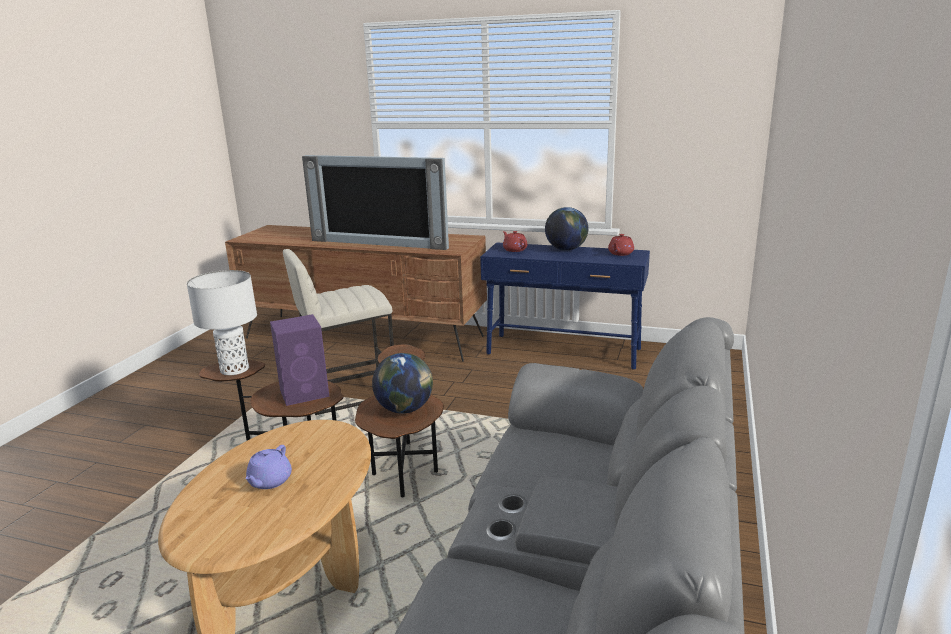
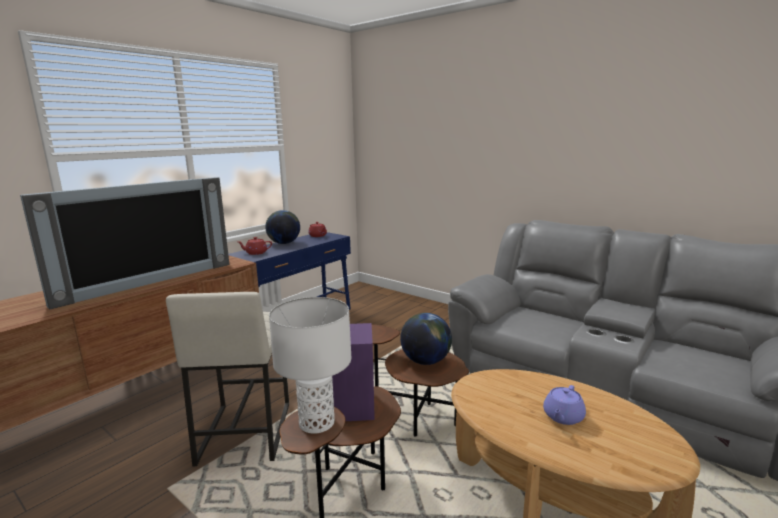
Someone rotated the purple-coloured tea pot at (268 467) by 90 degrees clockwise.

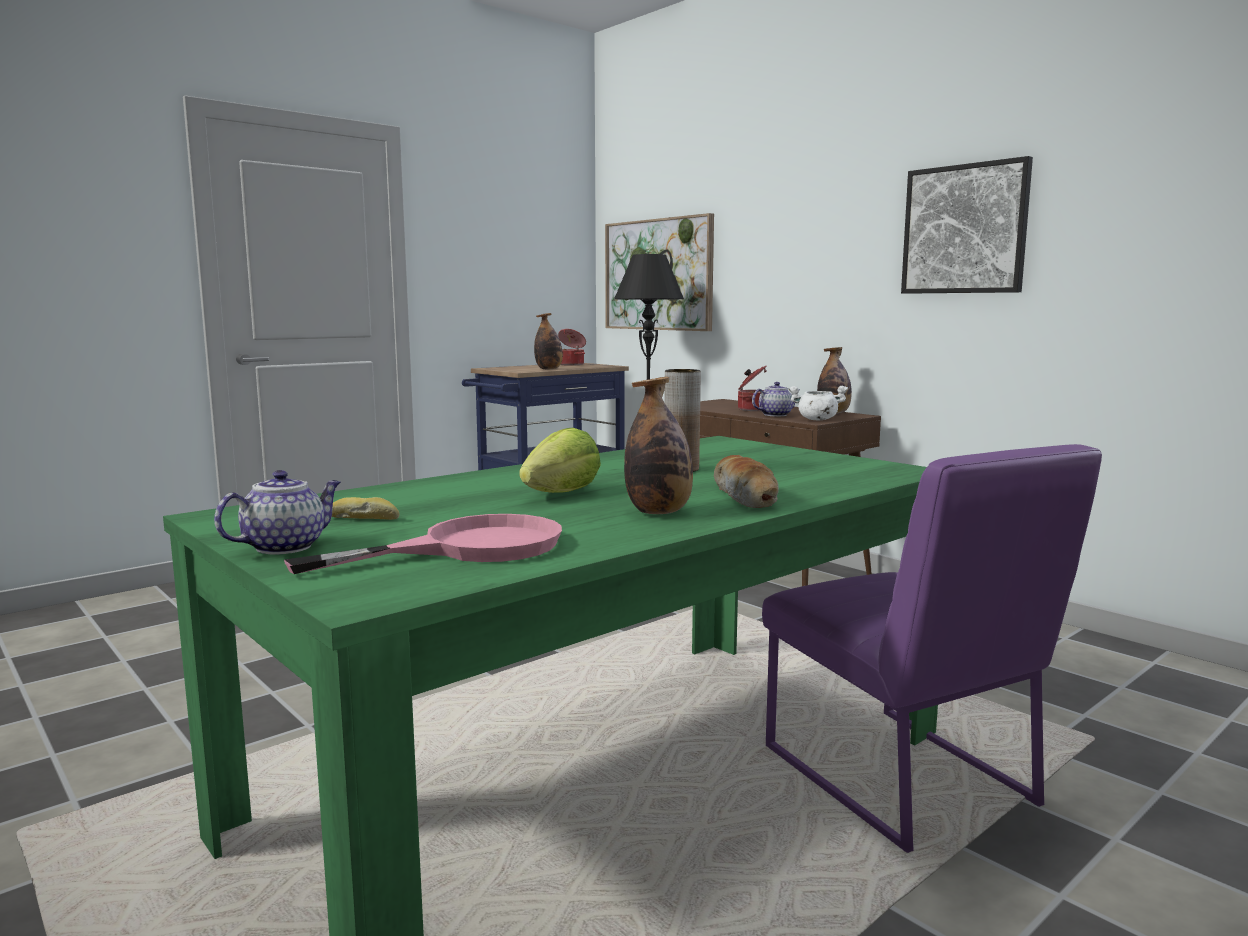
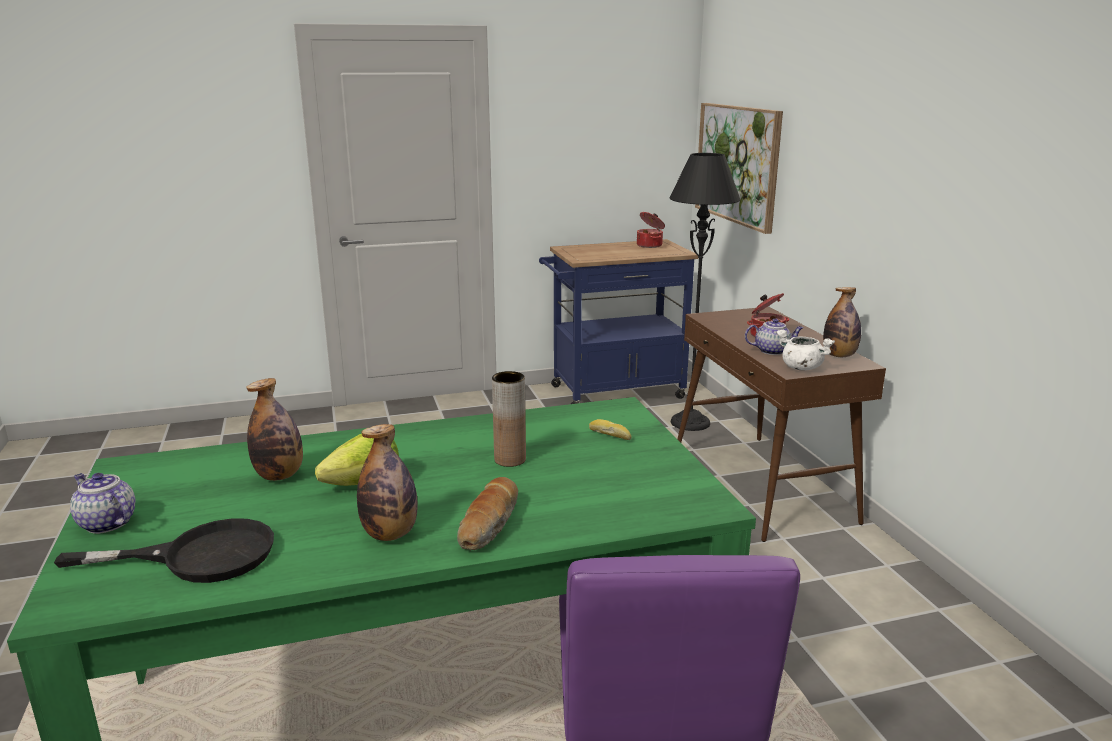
Someone repainted the pinkish pan at (423 544), which became the blackish pan at (164 550).
Someone rotated the tea pot at (277 512) by 120 degrees counterclockwise.
Someone carried the drink bottle from (548 341) to (274 429).
Someone carried the bread from (366 508) to (610 429).
Someone took away the picture at (967 225).

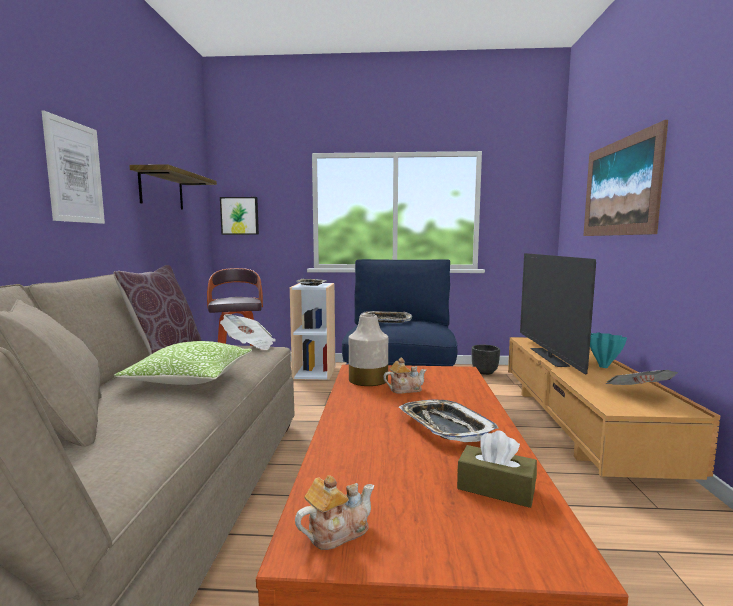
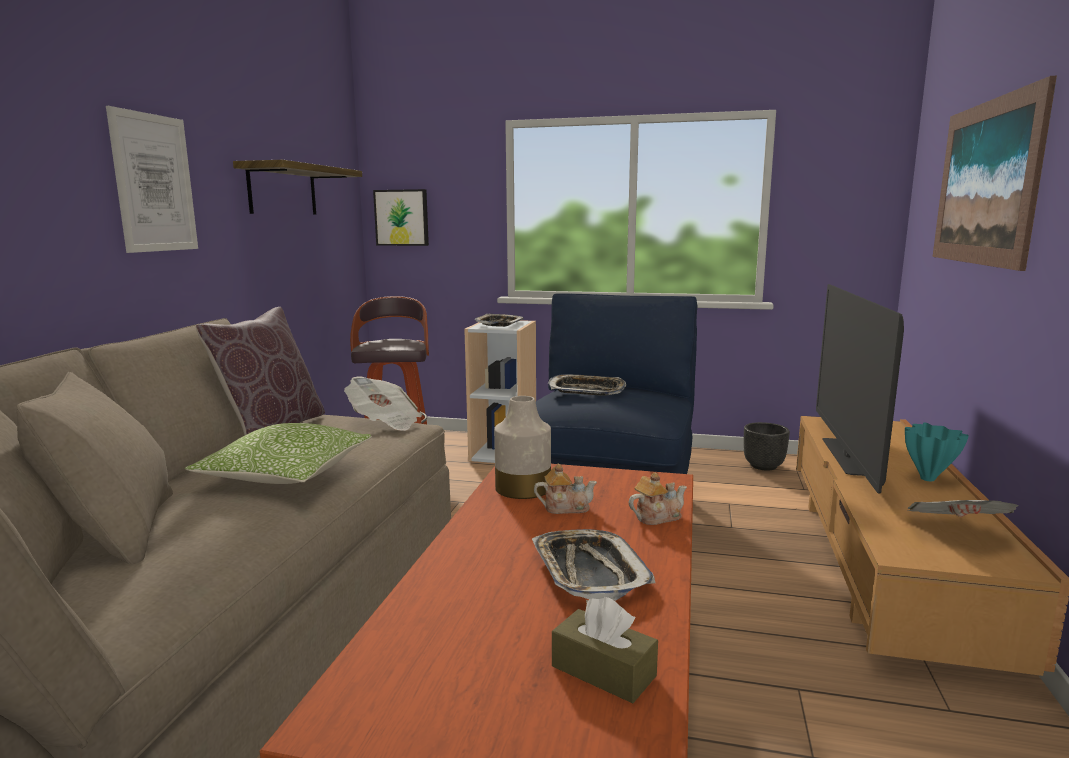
Someone carried the tea pot from (334 512) to (658 498).

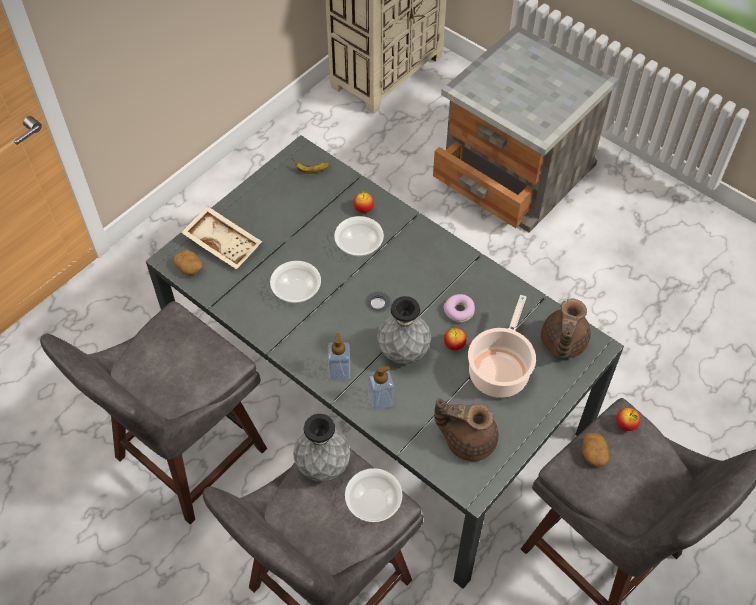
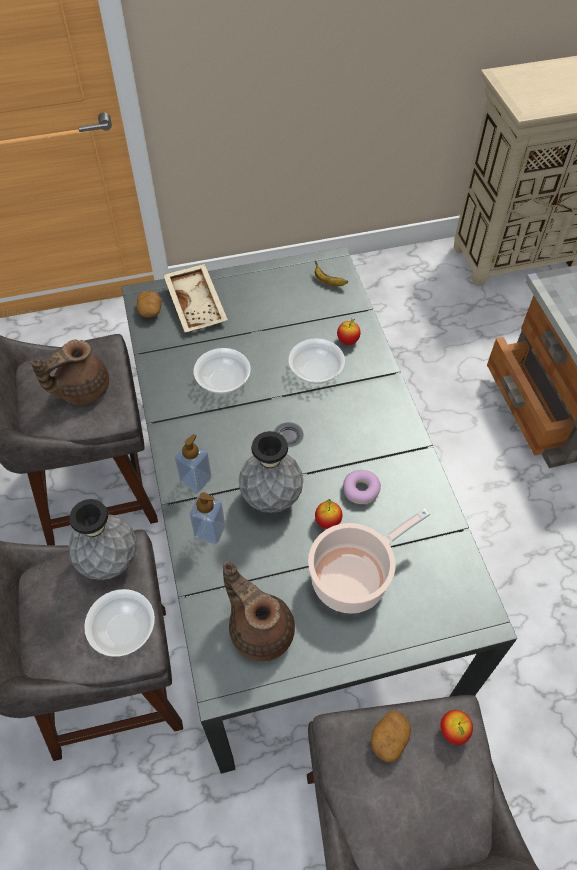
Someone carried the brown-coloured tea pot from (566 328) to (69 372).

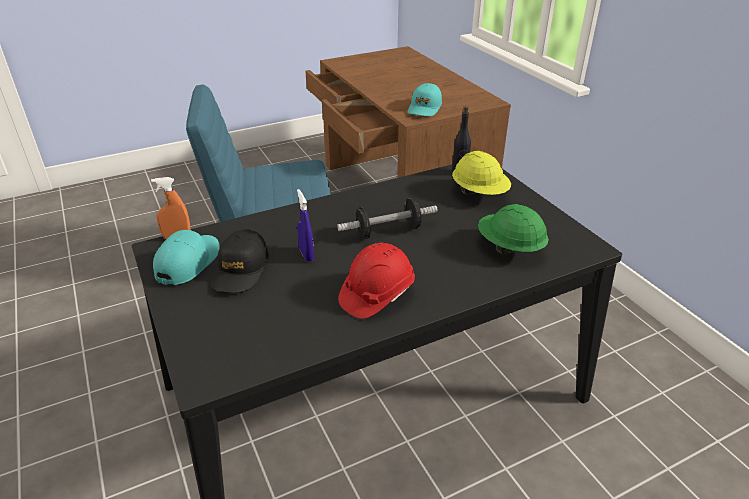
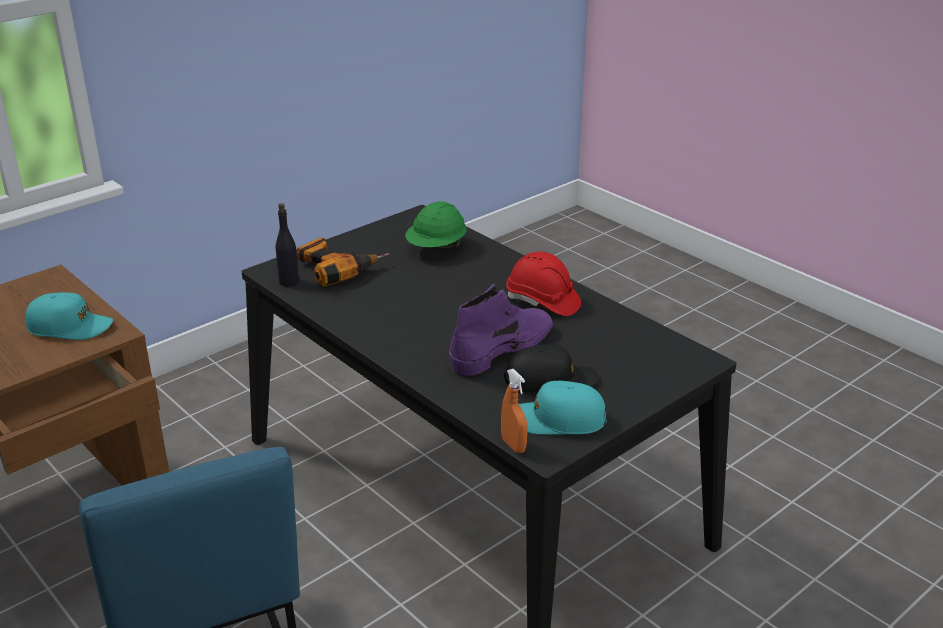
Someone swapped the yellowish safety helmet at (481 173) for the power drill at (343 262).
Someone swapped the blue-coloured hand sprayer at (305 225) for the purple-coloured boot at (501 330).
Someone took away the hand weight at (387 218).

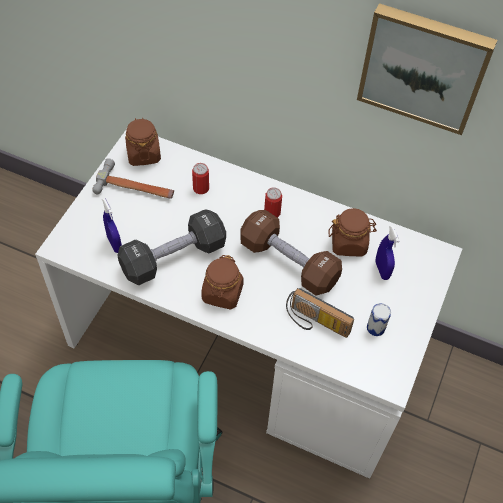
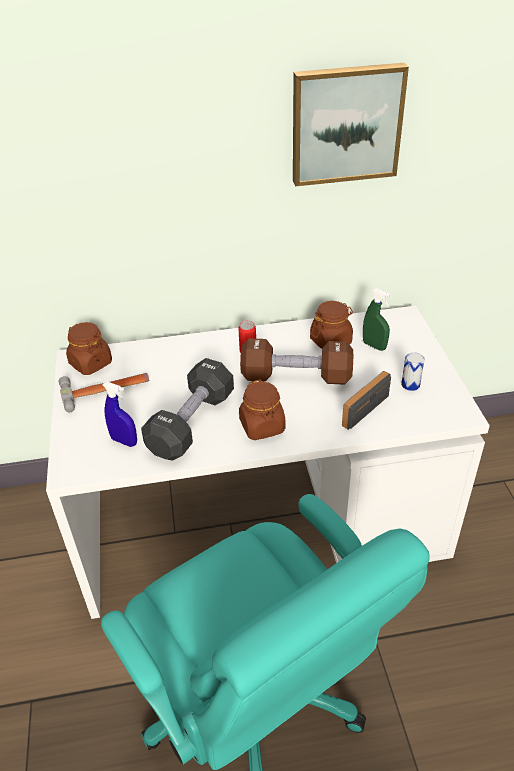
Someone rotated the radio set at (320 313) by 135 degrees clockwise.
Someone repainted the blue-coloured hand sprayer at (387 252), which became the green-coloured hand sprayer at (377 319).
Someone took away the can at (200 178).

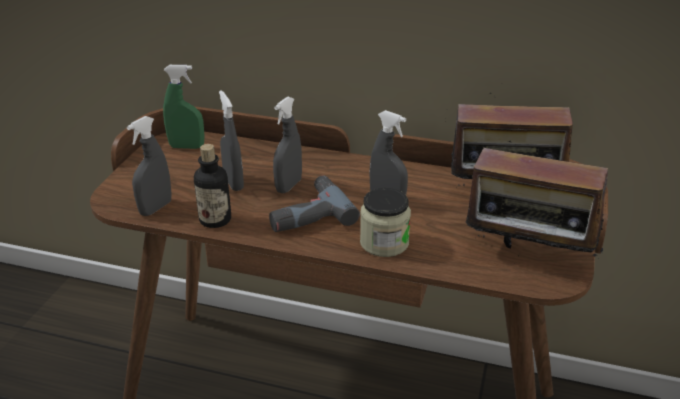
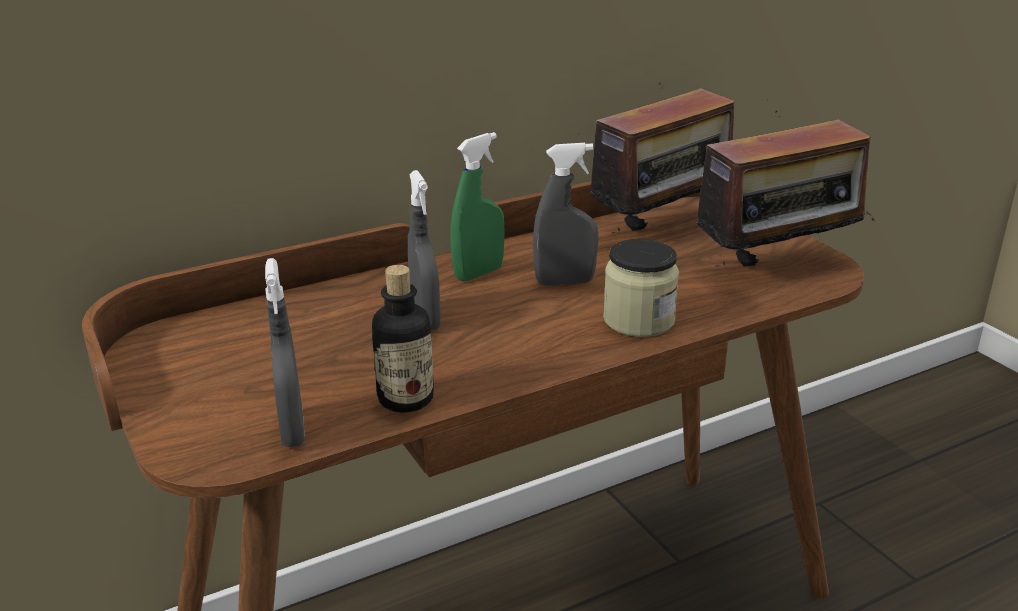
Someone carried the green-coloured hand sprayer from (183 107) to (477 206).
Someone took away the grey hand sprayer at (231 140).
Someone took away the power drill at (314 204).

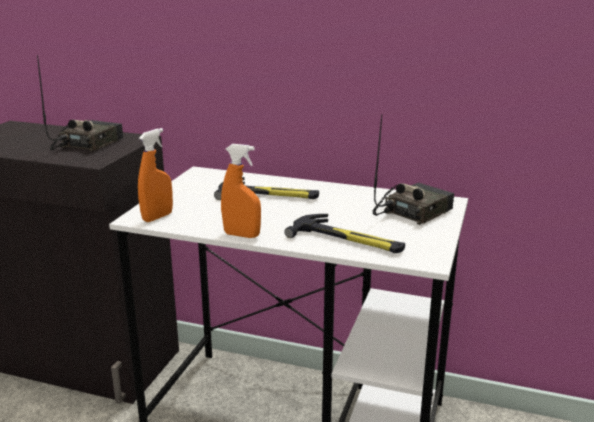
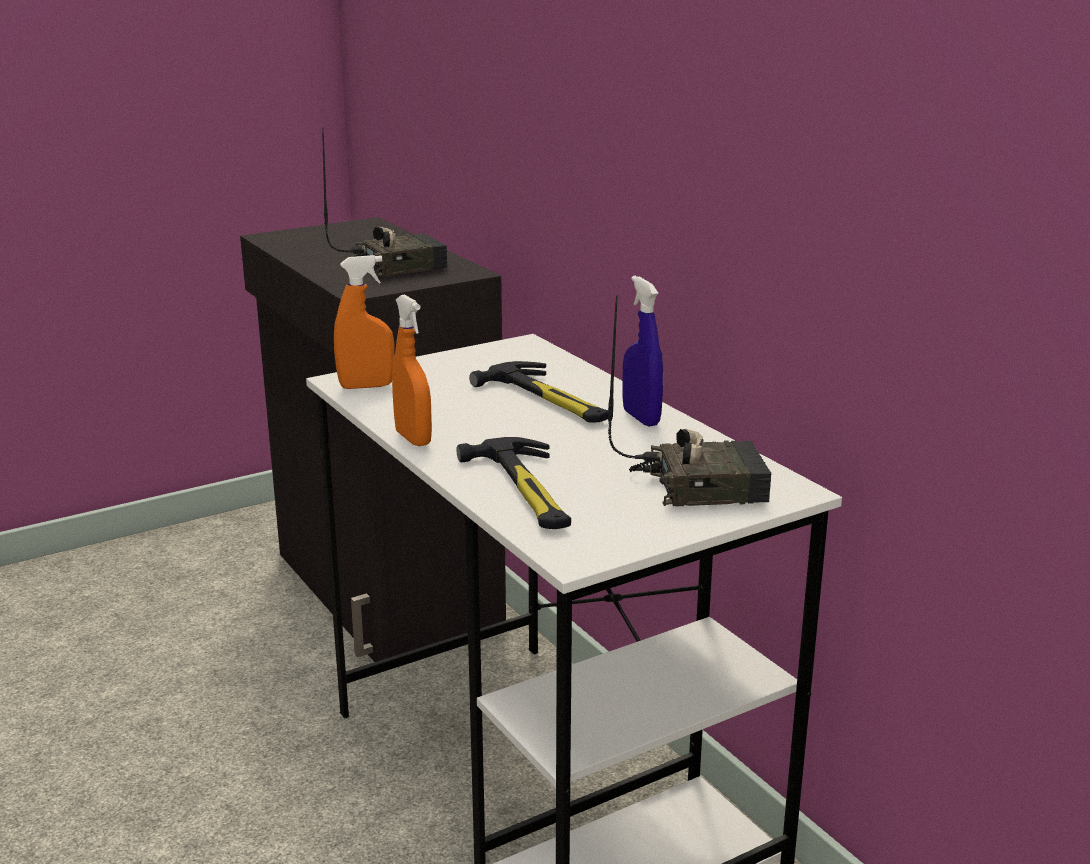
Someone put down the blue-coloured hand sprayer at (642 351).

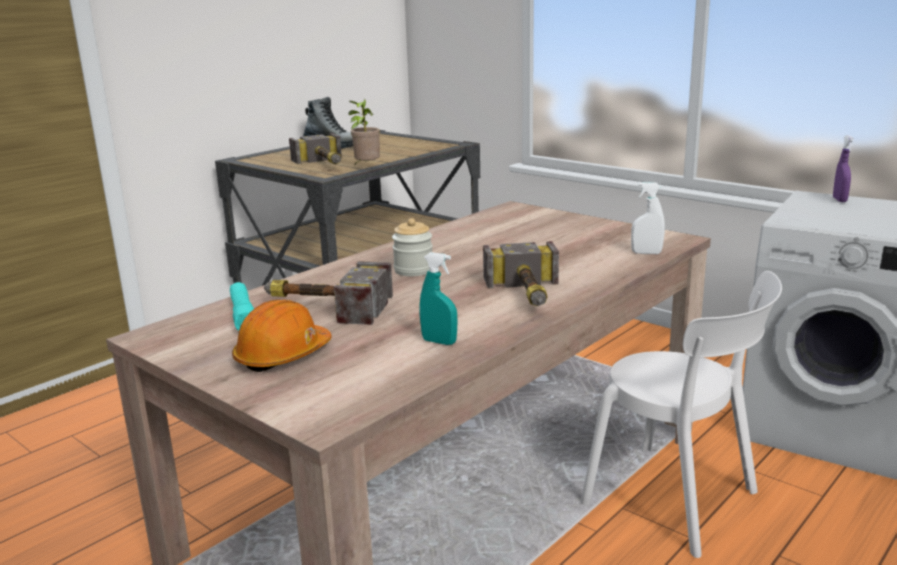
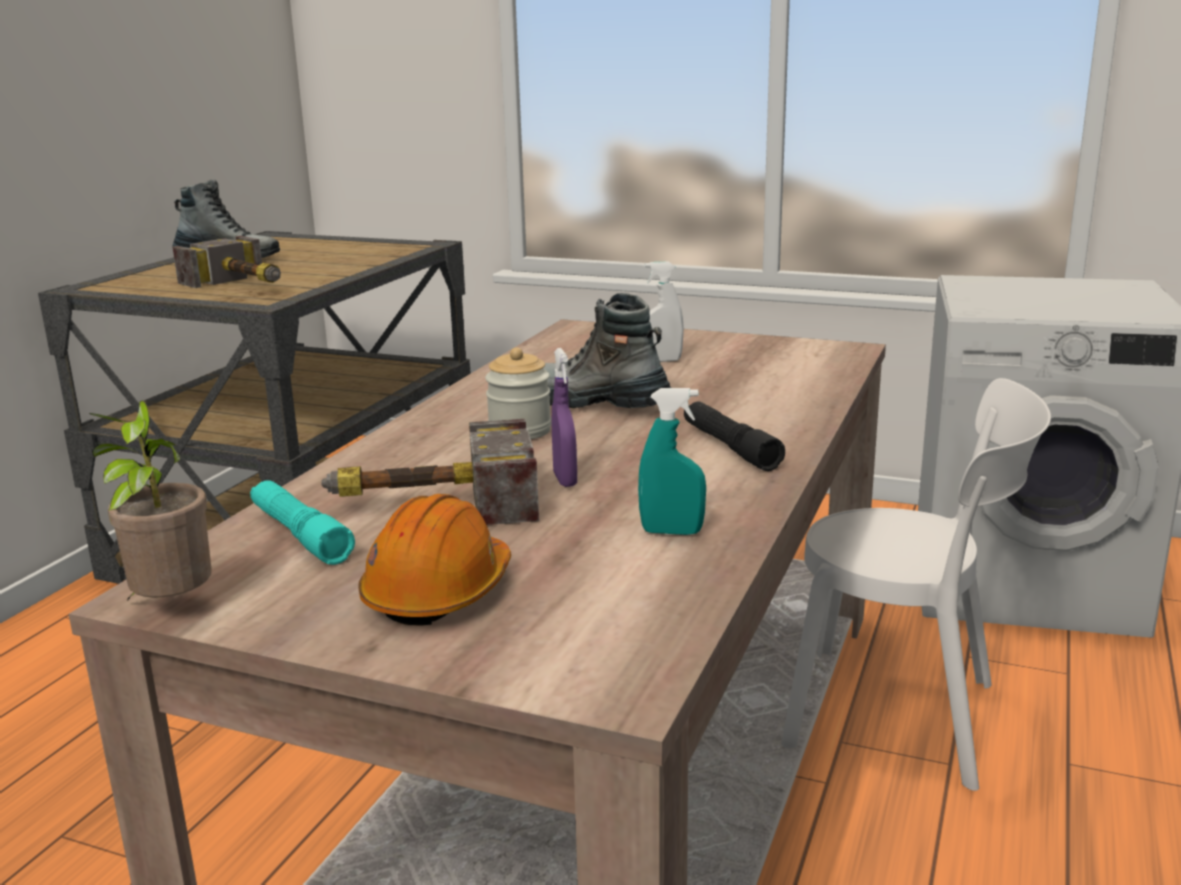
Someone carried the plant in a pot from (364 132) to (150 501).
Someone put down the boot at (607 350).
Someone carried the purple-coloured hand sprayer from (843 168) to (564 417).
Someone carried the white-coloured hand sprayer from (648 218) to (664 312).
Someone swapped the tool hammer at (521 273) for the blackish flashlight at (734 436).

